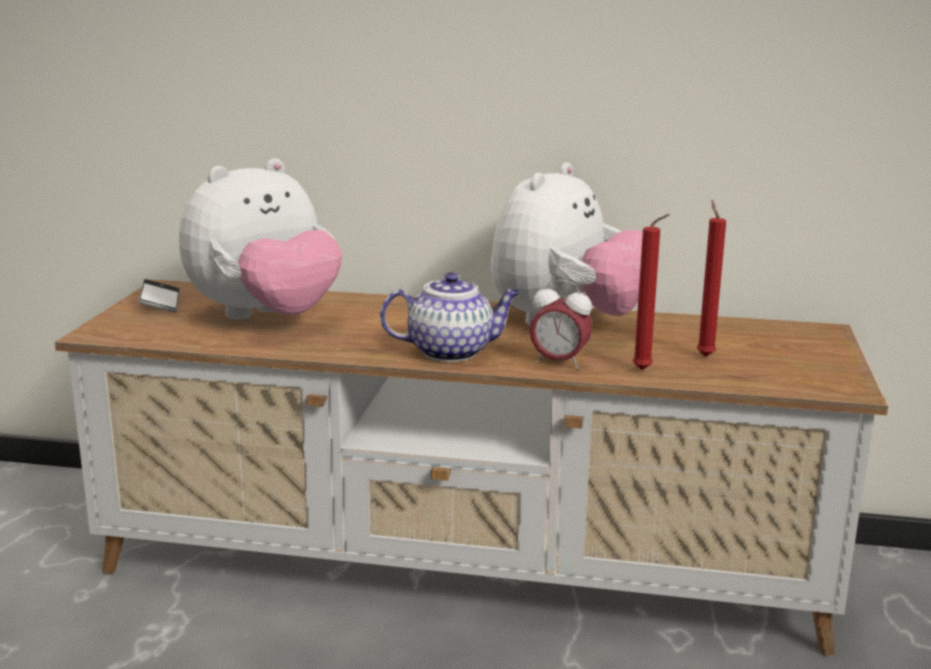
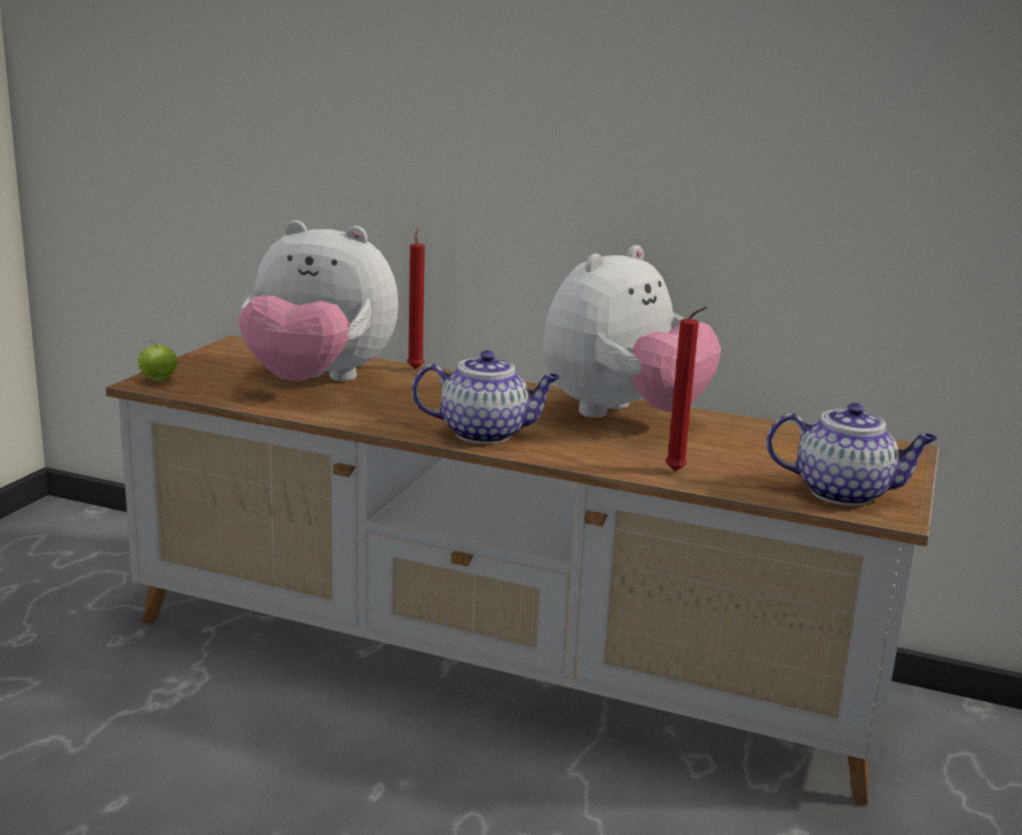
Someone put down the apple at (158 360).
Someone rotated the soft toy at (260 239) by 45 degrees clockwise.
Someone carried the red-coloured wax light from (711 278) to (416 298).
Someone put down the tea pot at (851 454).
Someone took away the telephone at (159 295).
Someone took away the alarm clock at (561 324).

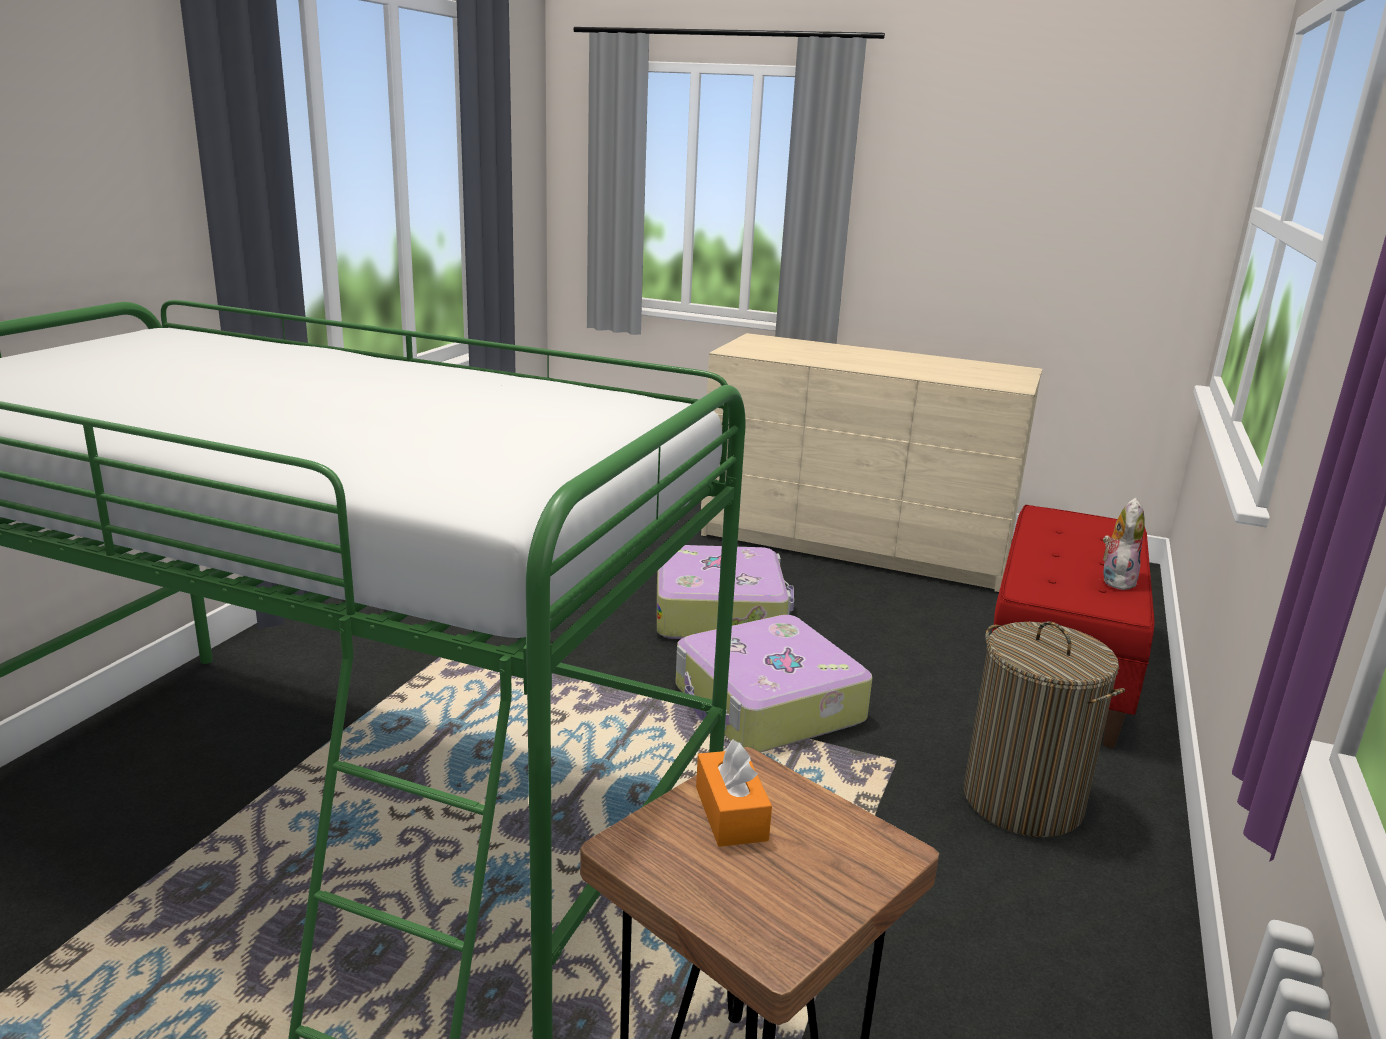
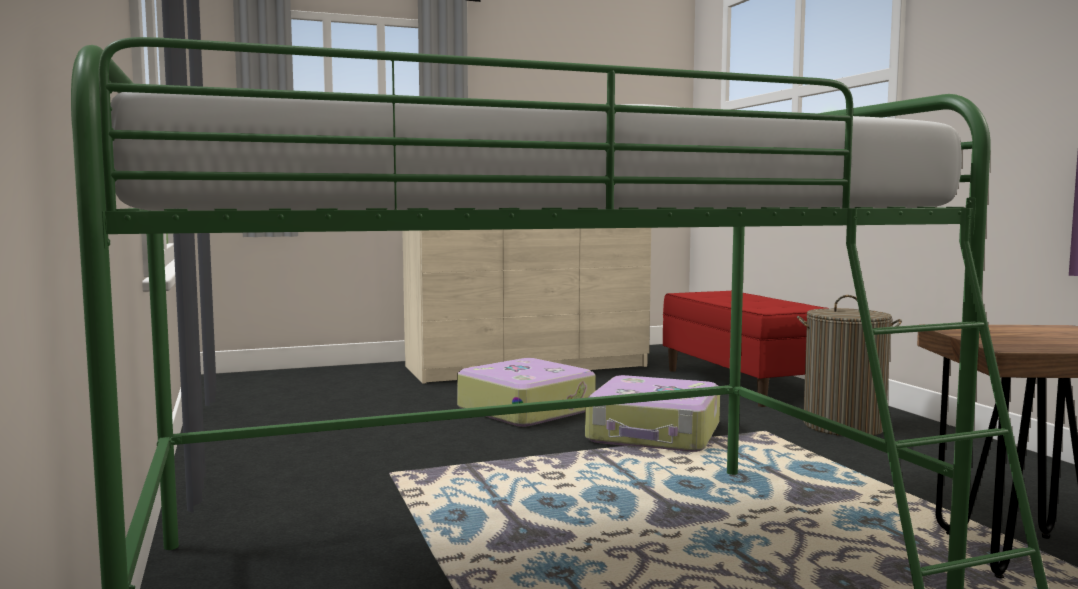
Someone took away the orangey tissue holder at (734 793).
Someone took away the soft toy at (1122 544).

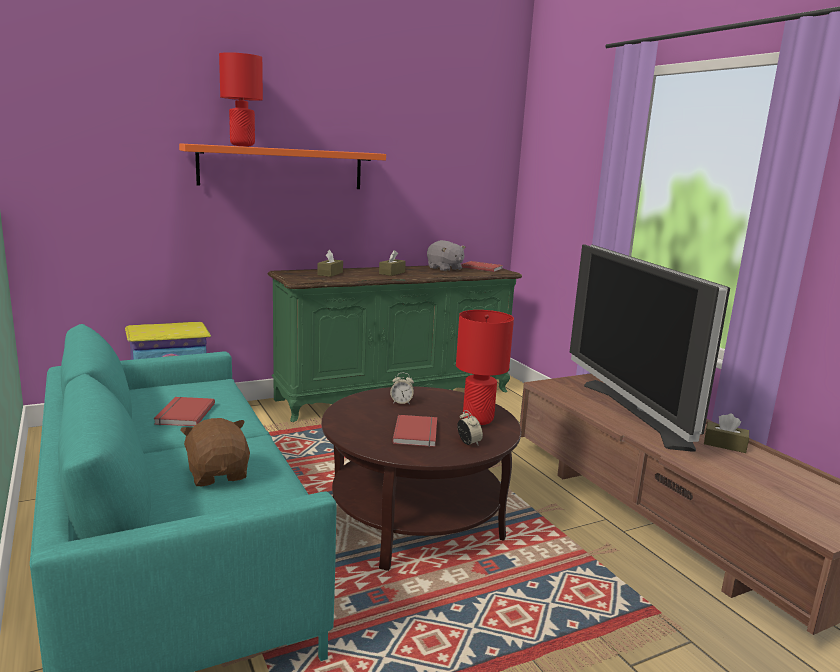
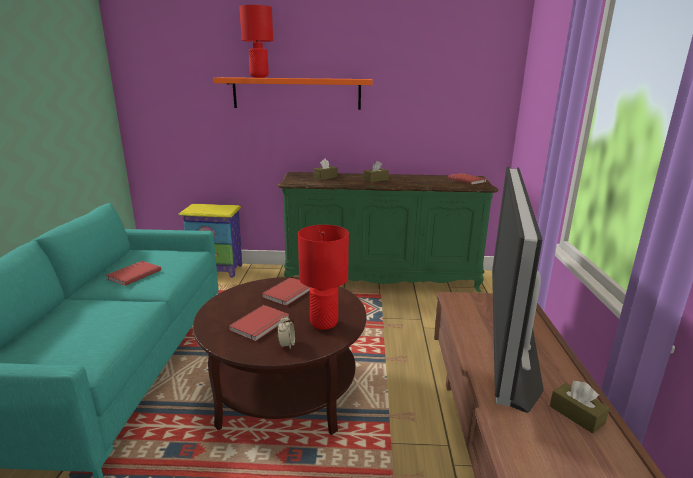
Someone swapped the alarm clock at (402 389) for the red-coloured book at (286 291).
Someone took away the brown-coloured soft toy at (215 452).
Someone took away the grey soft toy at (446 256).

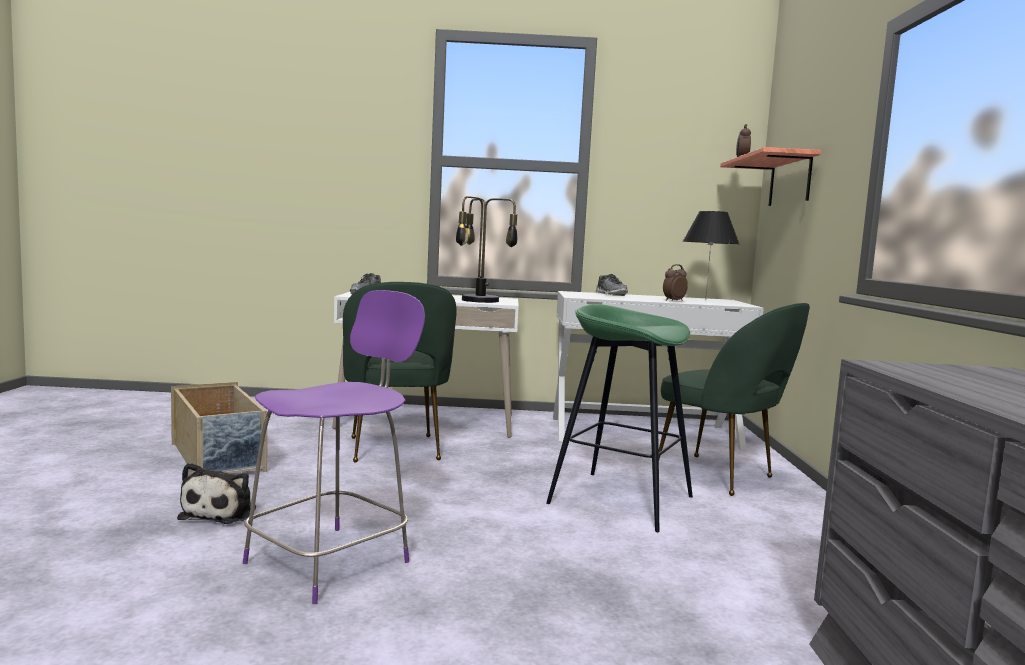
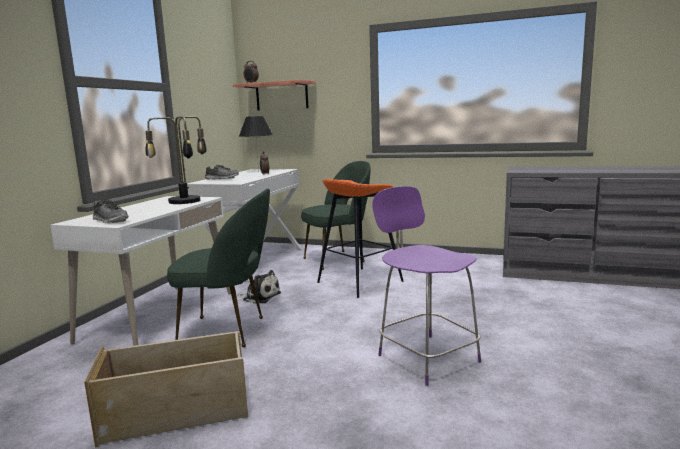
Someone carried the soft toy from (216 493) to (259 287).
Someone repainted the green-coloured stool at (619 418), which became the orangey stool at (360 238).

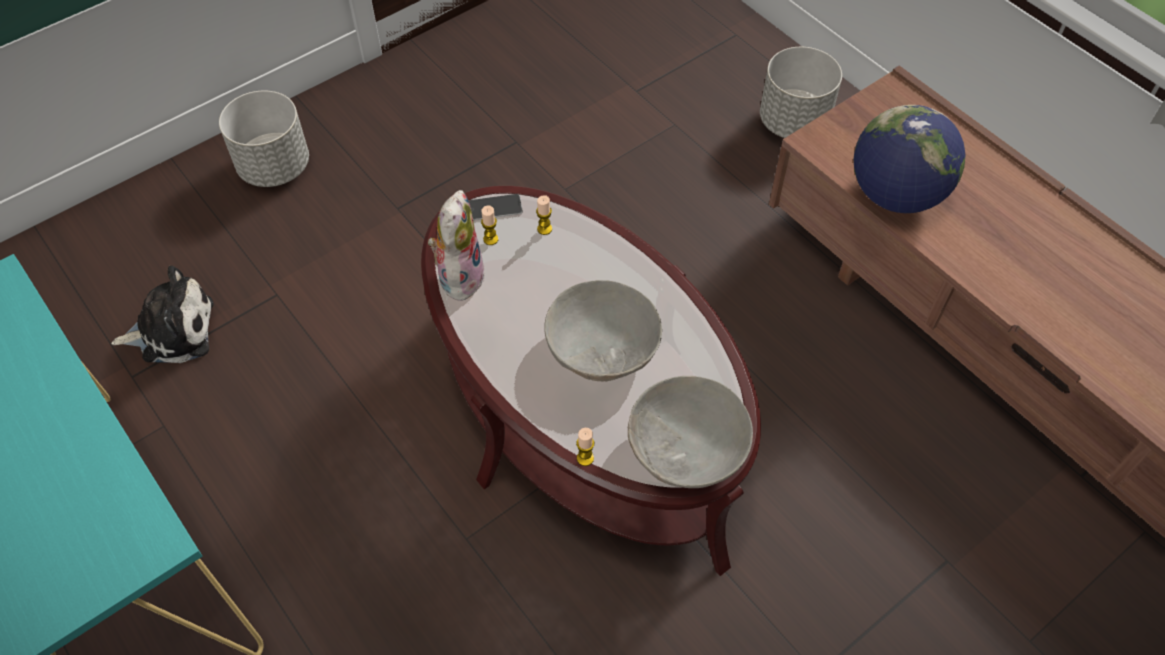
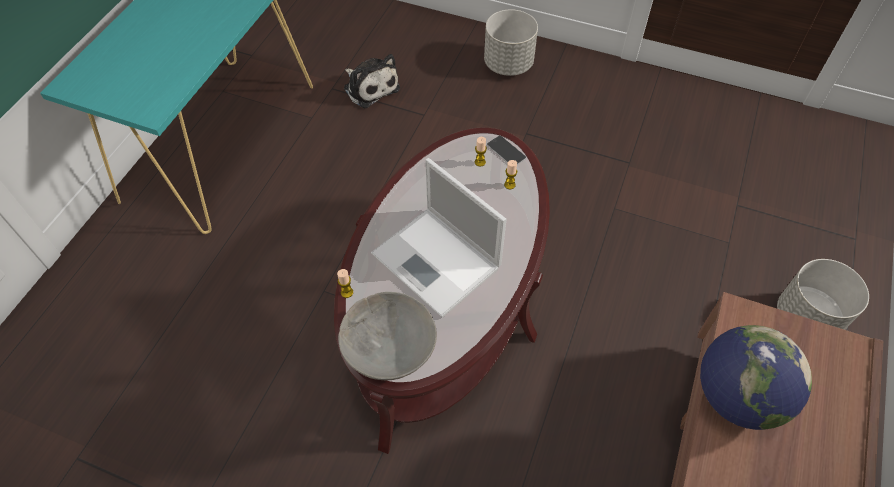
Someone swapped the grey bowl at (603 331) for the laptop at (438 238).
Someone took away the soft toy at (456 245).

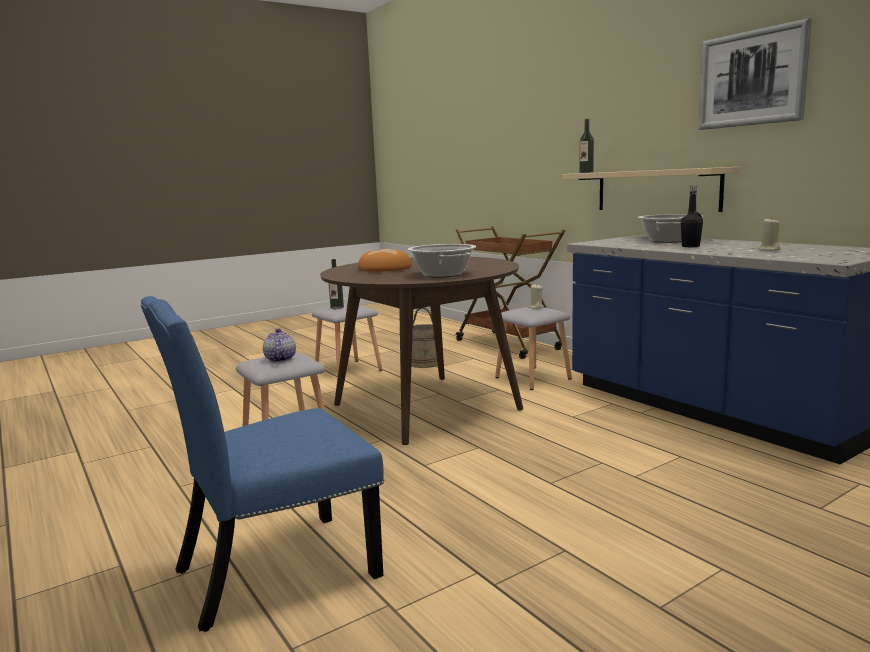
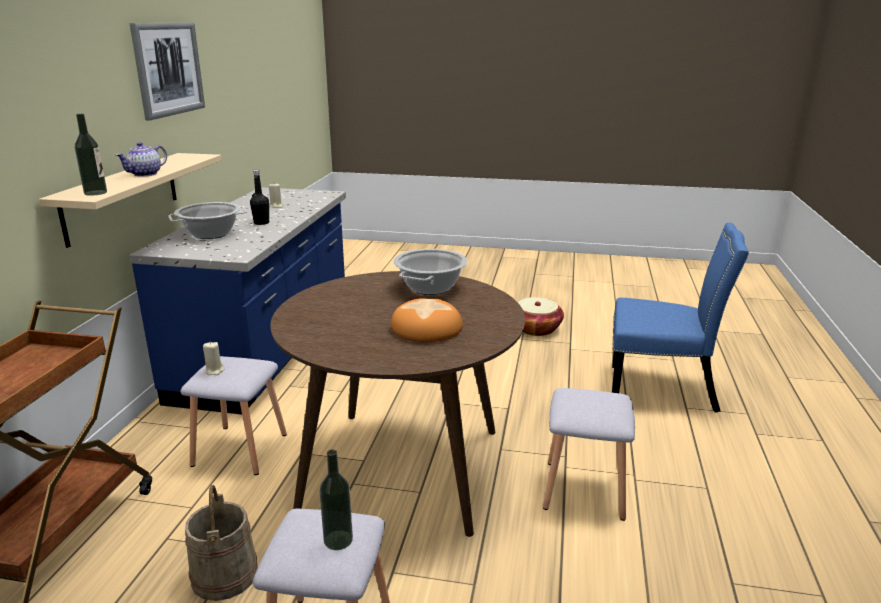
Someone carried the tea pot from (279 345) to (141 159).
Someone put down the basket at (541 316).

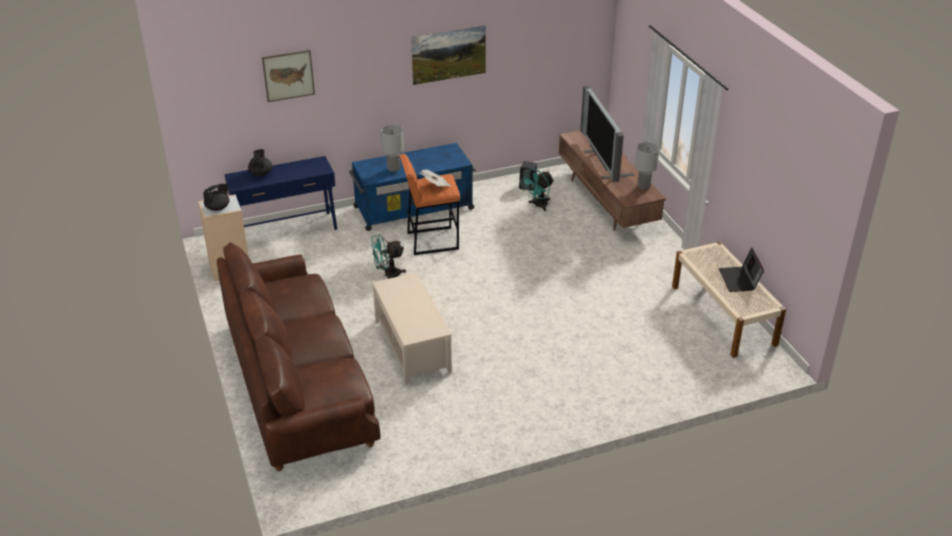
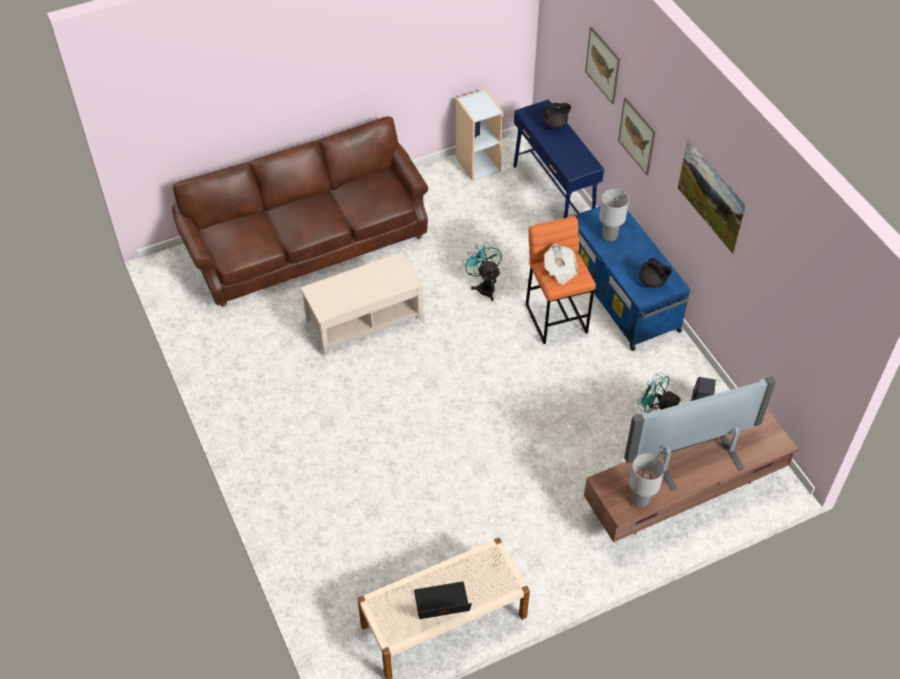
Someone put up the picture at (637 136).
Someone carried the blackish tea pot from (216 197) to (655 273).

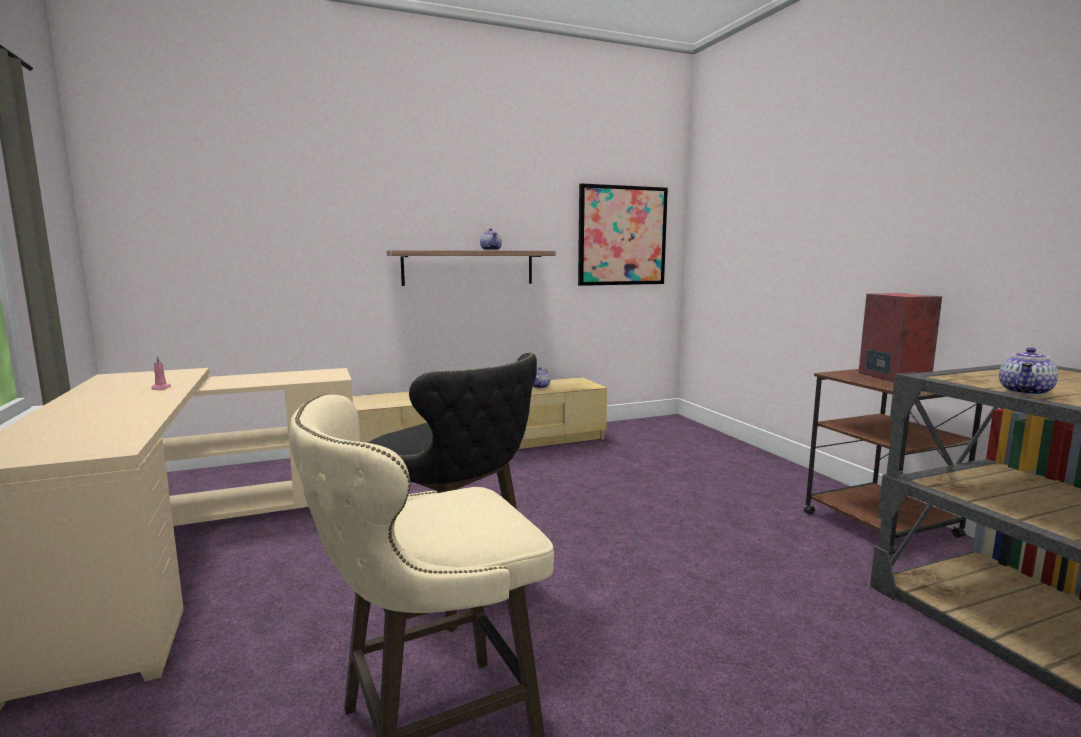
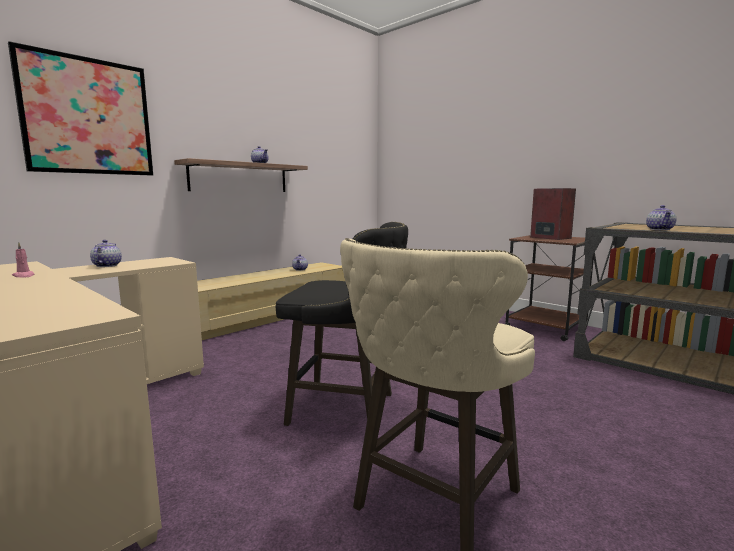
Someone carried the picture from (623 234) to (80 108).
Someone put down the tea pot at (106 253).

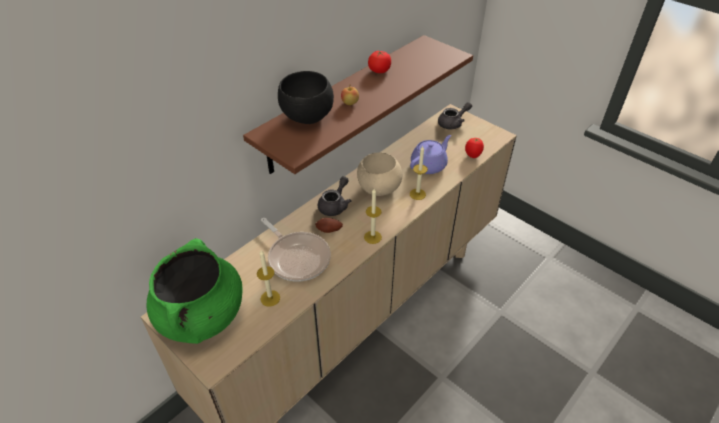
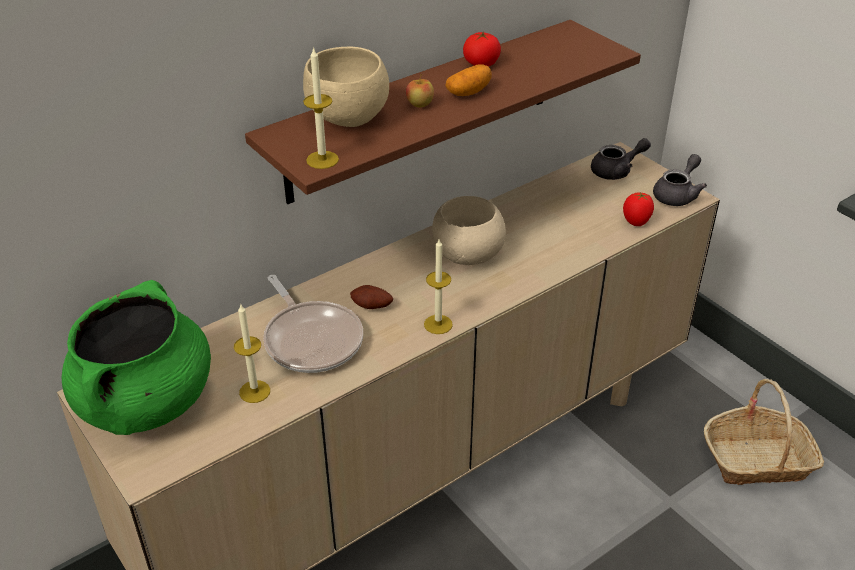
Someone carried the wax light from (419 173) to (321 108).
Someone repainted the blackish bowl at (306 97), which became the beige-coloured bowl at (346 87).
Someone put down the potato at (468 80).
Someone carried the grey tea pot from (335 196) to (680 180).
Someone put down the basket at (764 432).
Someone took away the purple-coloured tea pot at (430 154).

